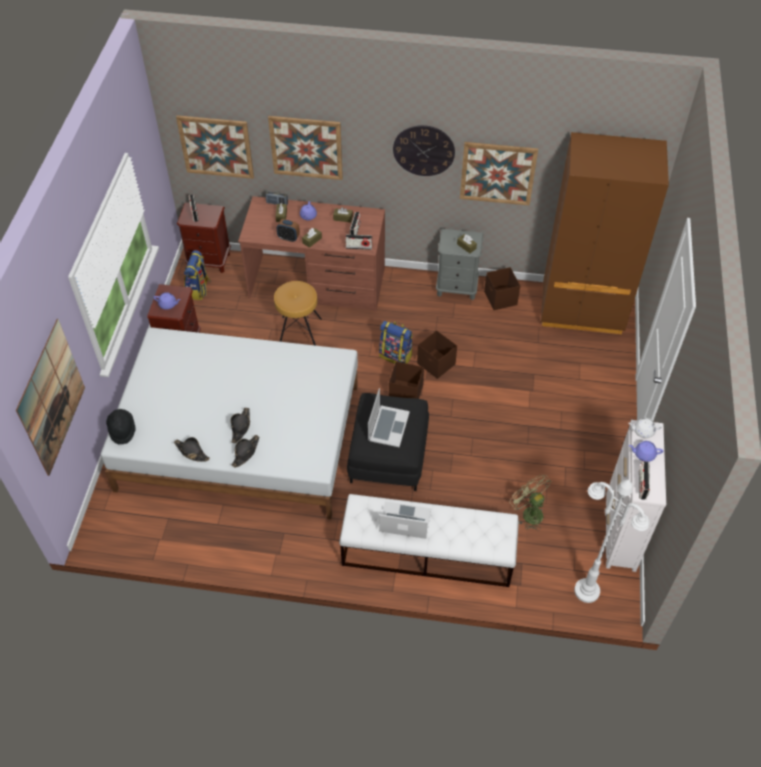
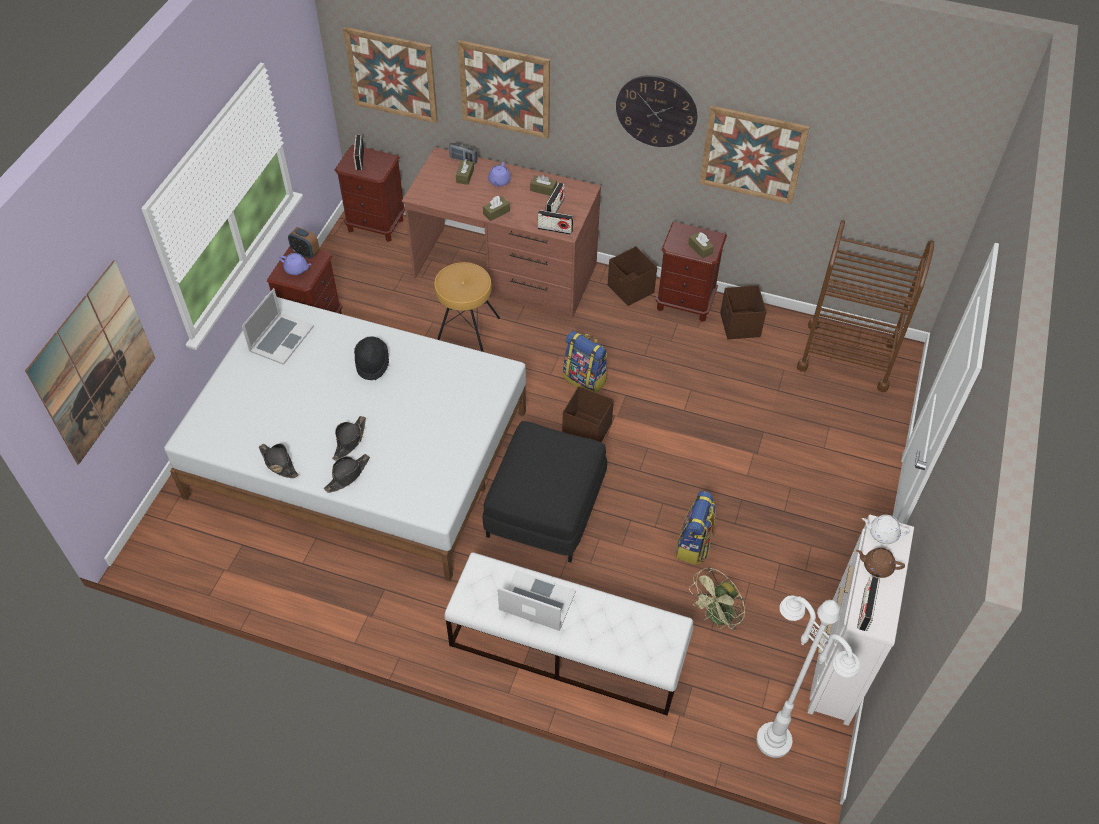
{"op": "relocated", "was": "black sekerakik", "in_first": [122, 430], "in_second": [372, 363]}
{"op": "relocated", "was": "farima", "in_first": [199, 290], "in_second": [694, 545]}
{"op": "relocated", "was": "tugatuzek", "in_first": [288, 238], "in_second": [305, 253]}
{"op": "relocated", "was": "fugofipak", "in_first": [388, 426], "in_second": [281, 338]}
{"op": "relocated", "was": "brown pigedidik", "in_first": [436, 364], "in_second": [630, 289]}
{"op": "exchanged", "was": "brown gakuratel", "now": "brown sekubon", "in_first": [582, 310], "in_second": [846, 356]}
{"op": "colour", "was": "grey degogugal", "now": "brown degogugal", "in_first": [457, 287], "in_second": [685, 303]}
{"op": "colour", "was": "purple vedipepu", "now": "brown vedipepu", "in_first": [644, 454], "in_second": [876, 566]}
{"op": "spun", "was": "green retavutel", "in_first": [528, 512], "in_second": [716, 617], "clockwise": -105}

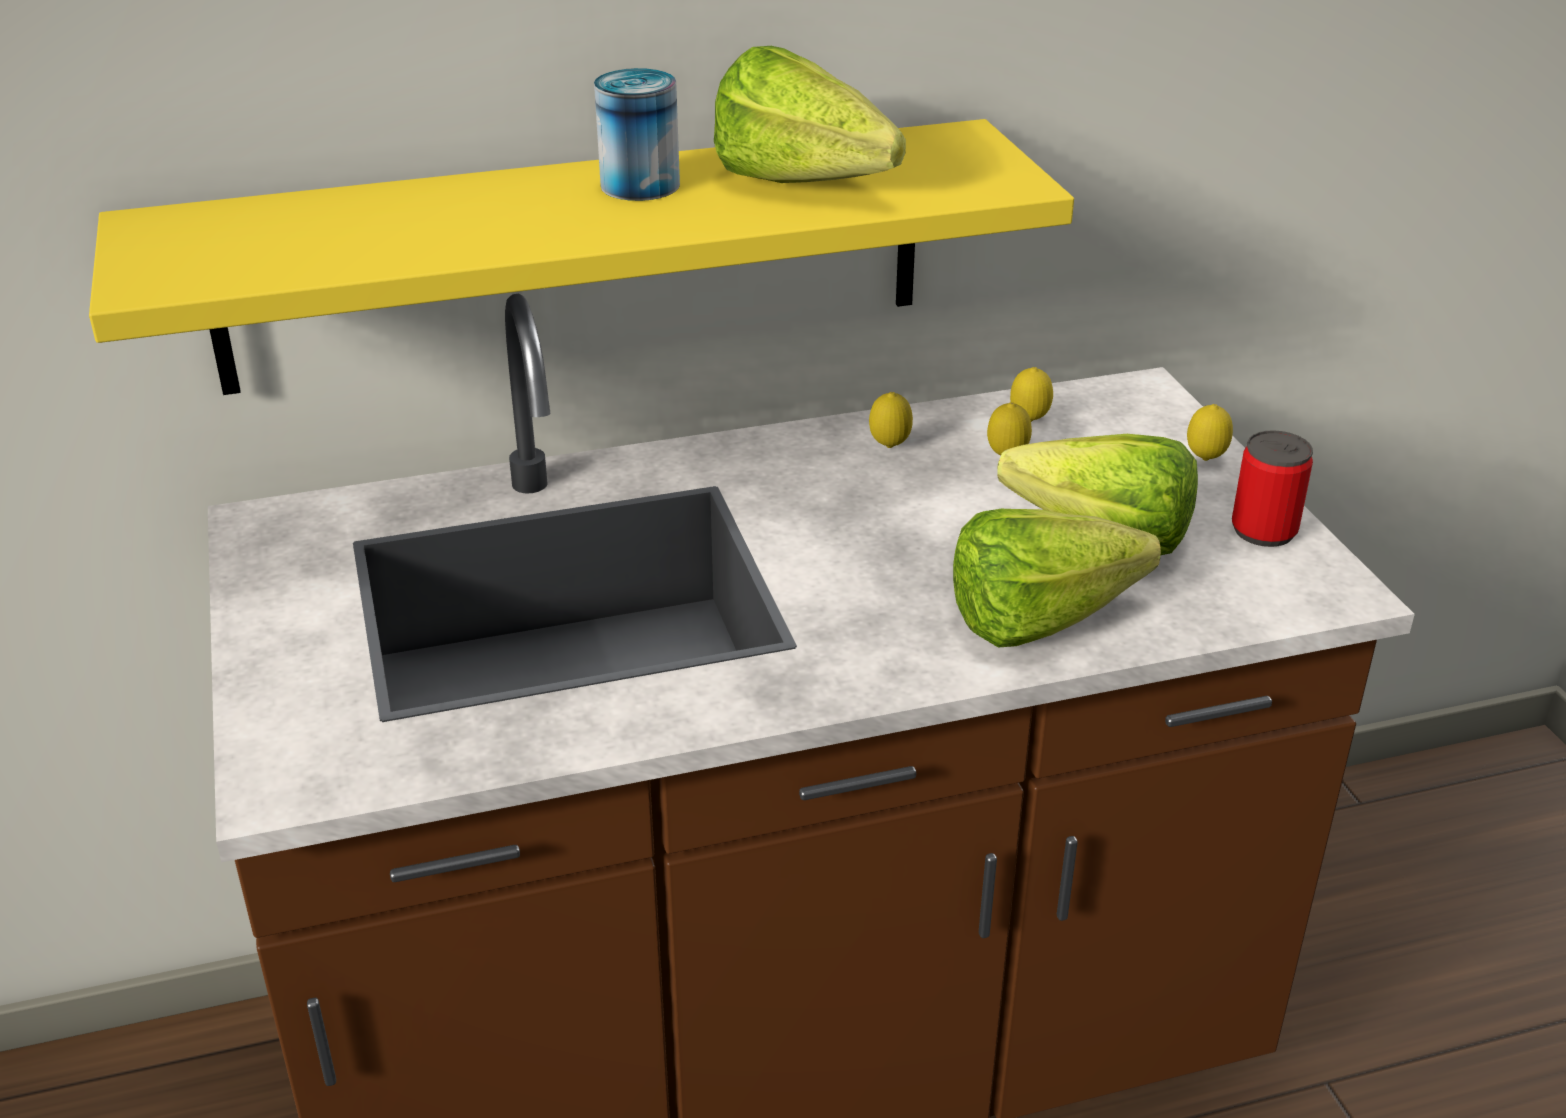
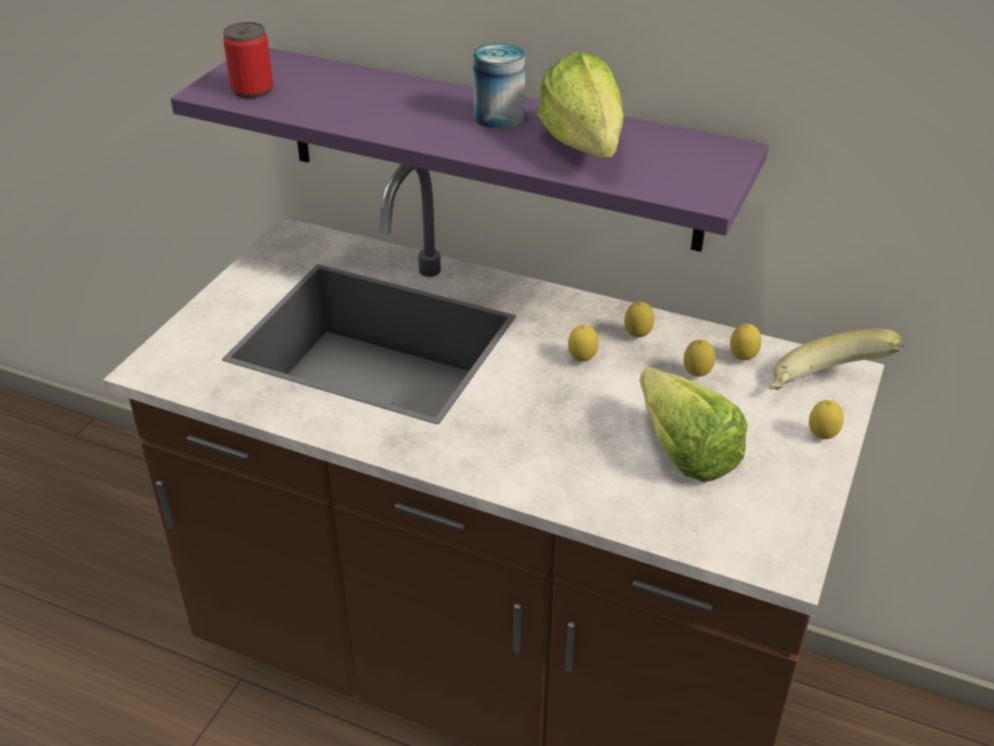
{"op": "missing", "was": "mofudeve", "in_first": [1057, 621]}
{"op": "appeared", "now": "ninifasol", "in_second": [582, 360]}
{"op": "appeared", "now": "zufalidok", "in_second": [825, 389]}
{"op": "relocated", "was": "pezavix", "in_first": [1263, 530], "in_second": [252, 90]}
{"op": "colour", "was": "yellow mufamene", "now": "purple mufamene", "in_first": [576, 256], "in_second": [489, 147]}

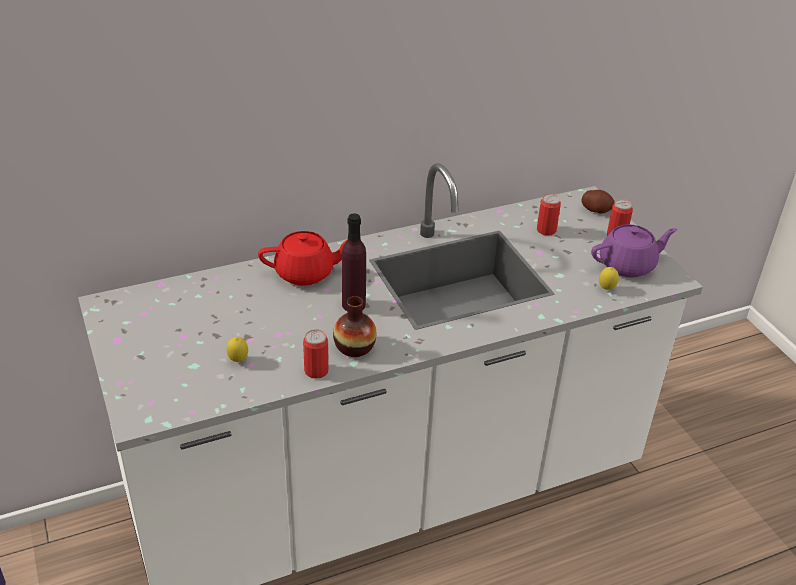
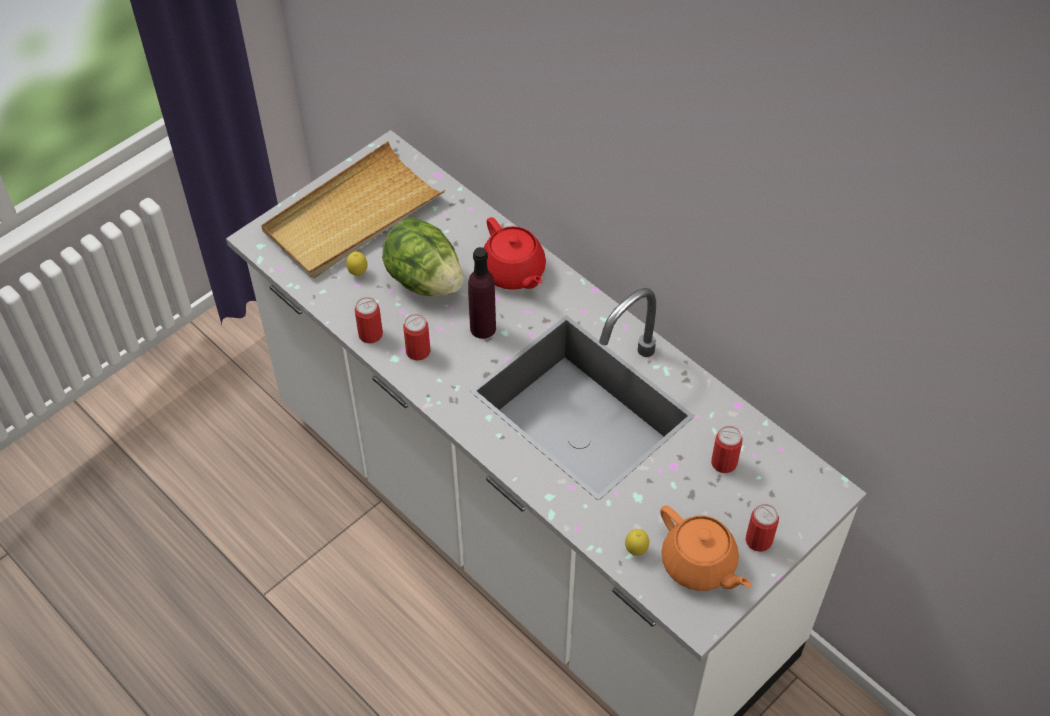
{"op": "missing", "was": "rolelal", "in_first": [596, 210]}
{"op": "appeared", "now": "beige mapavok", "in_second": [352, 216]}
{"op": "appeared", "now": "mofudeve", "in_second": [424, 281]}
{"op": "exchanged", "was": "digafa", "now": "pezavix", "in_first": [354, 347], "in_second": [418, 351]}
{"op": "colour", "was": "purple vedipepu", "now": "orange vedipepu", "in_first": [628, 265], "in_second": [699, 565]}

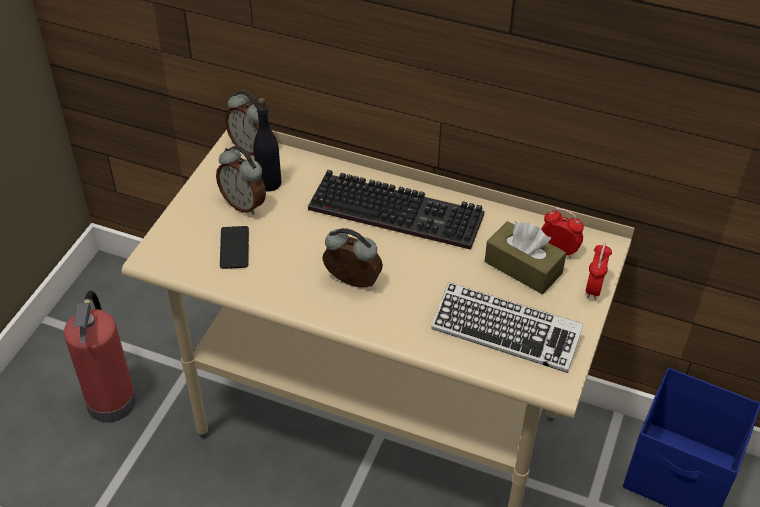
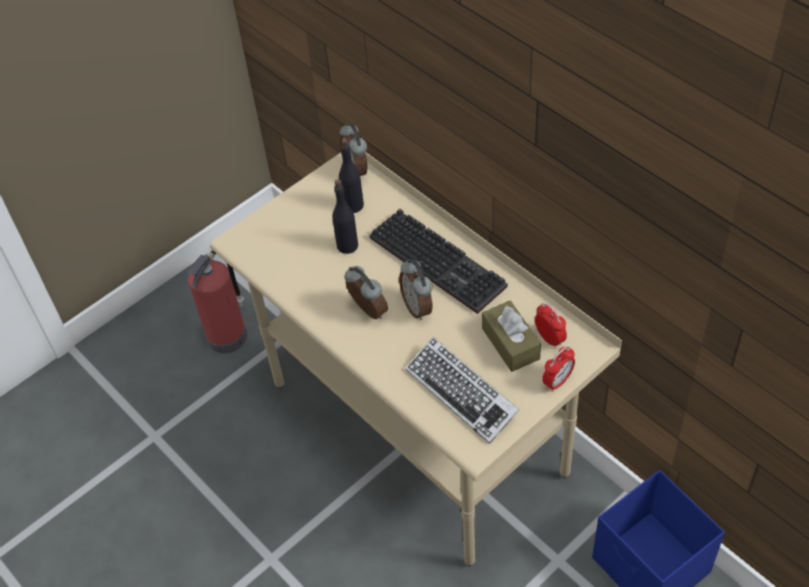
{"op": "missing", "was": "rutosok", "in_first": [234, 248]}
{"op": "appeared", "now": "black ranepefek", "in_second": [347, 245]}
{"op": "relocated", "was": "tugatuzek", "in_first": [244, 204], "in_second": [418, 307]}

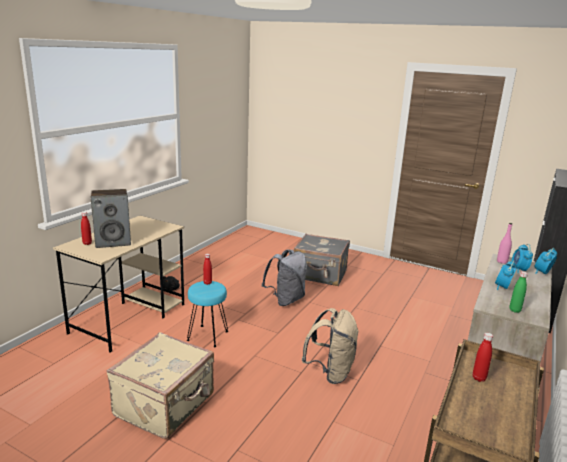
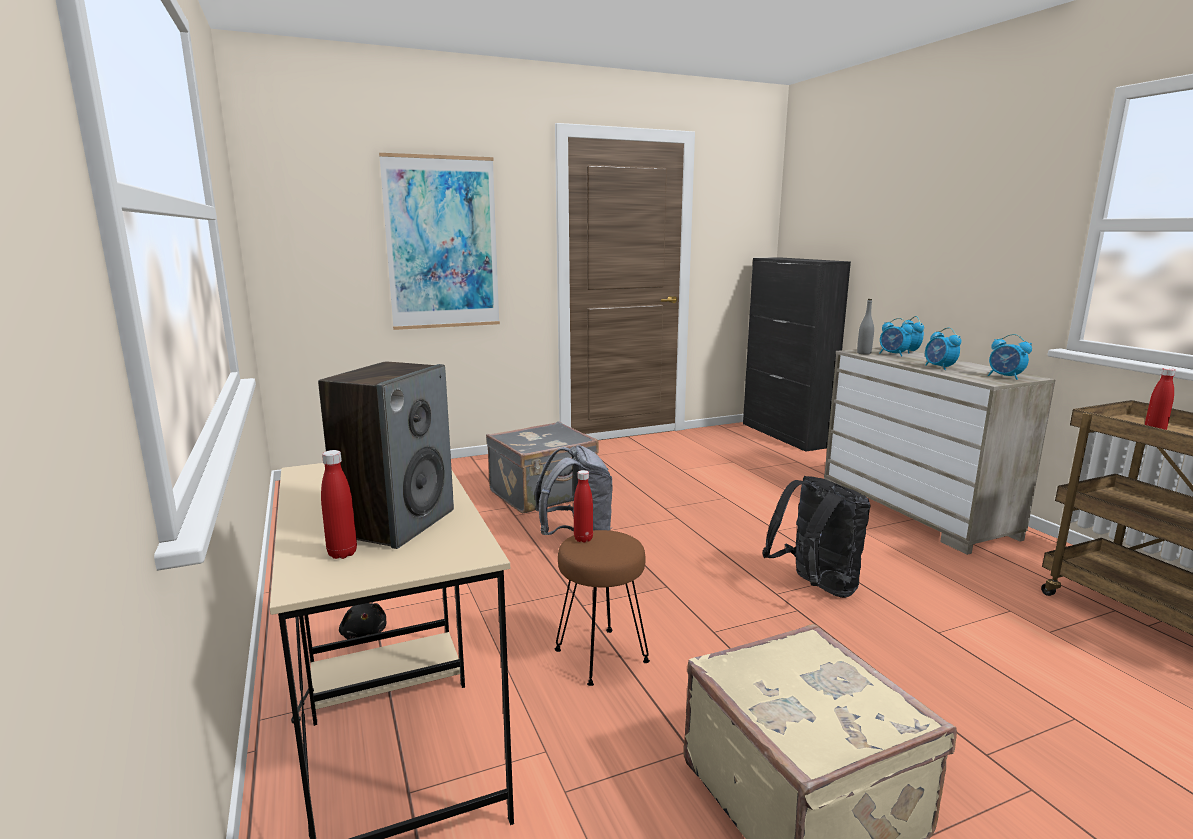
{"op": "appeared", "now": "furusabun", "in_second": [442, 243]}
{"op": "exchanged", "was": "green ranepefek", "now": "tugatuzek", "in_first": [514, 310], "in_second": [1005, 377]}
{"op": "colour", "was": "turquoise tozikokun", "now": "brown tozikokun", "in_first": [207, 336], "in_second": [601, 657]}
{"op": "colour", "was": "beige farima", "now": "black farima", "in_first": [330, 372], "in_second": [815, 587]}
{"op": "colour", "was": "pink ranepefek", "now": "grey ranepefek", "in_first": [502, 261], "in_second": [864, 353]}

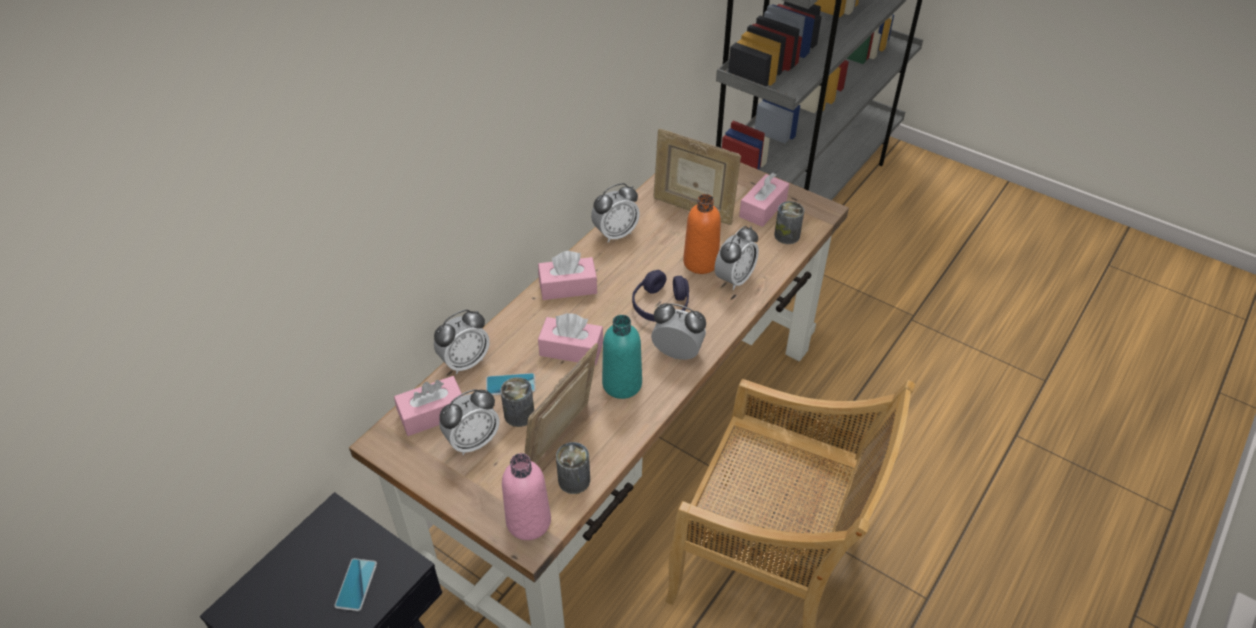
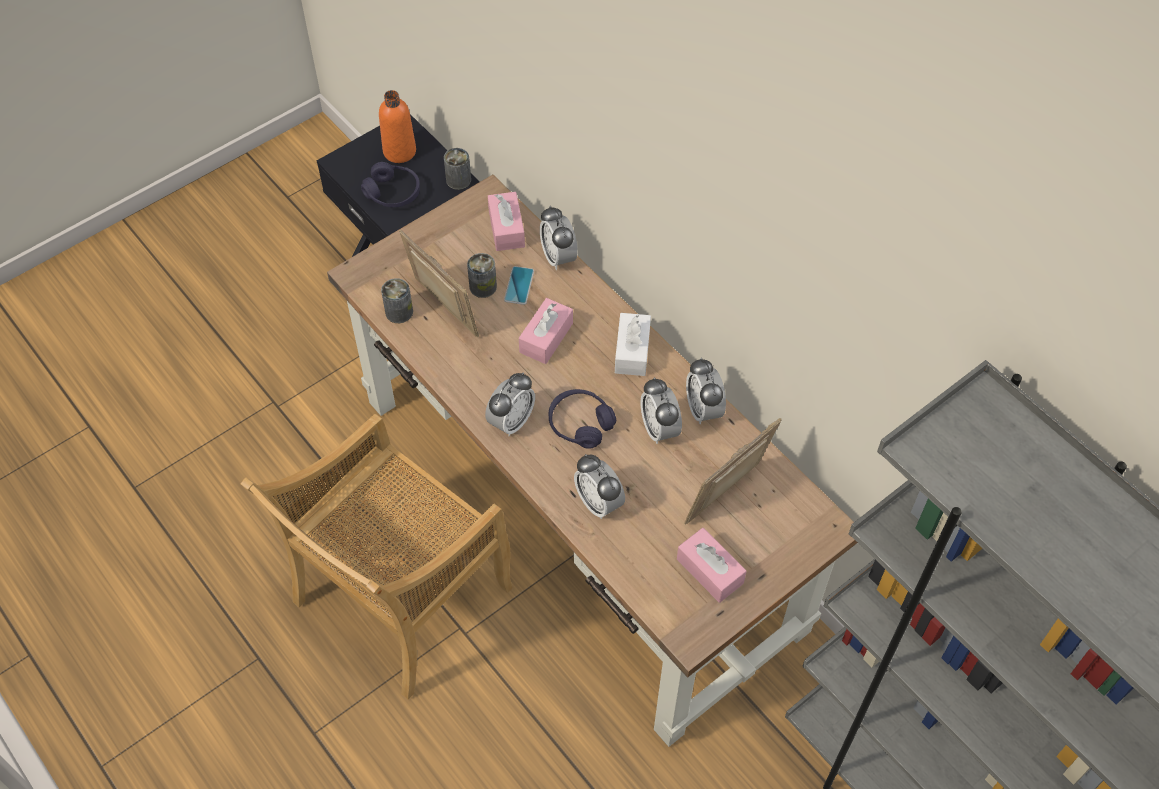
{"op": "missing", "was": "pink ranepefek", "in_first": [528, 521]}
{"op": "missing", "was": "turquoise ranepefek", "in_first": [622, 384]}
{"op": "relocated", "was": "tugatuzek", "in_first": [473, 441], "in_second": [659, 429]}
{"op": "relocated", "was": "orange ranepefek", "in_first": [700, 262], "in_second": [399, 151]}
{"op": "relocated", "was": "pezavix", "in_first": [787, 235], "in_second": [458, 180]}
{"op": "exchanged", "was": "rutosok", "now": "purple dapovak", "in_first": [356, 585], "in_second": [393, 193]}
{"op": "colour", "was": "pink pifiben", "now": "white pifiben", "in_first": [568, 287], "in_second": [632, 351]}

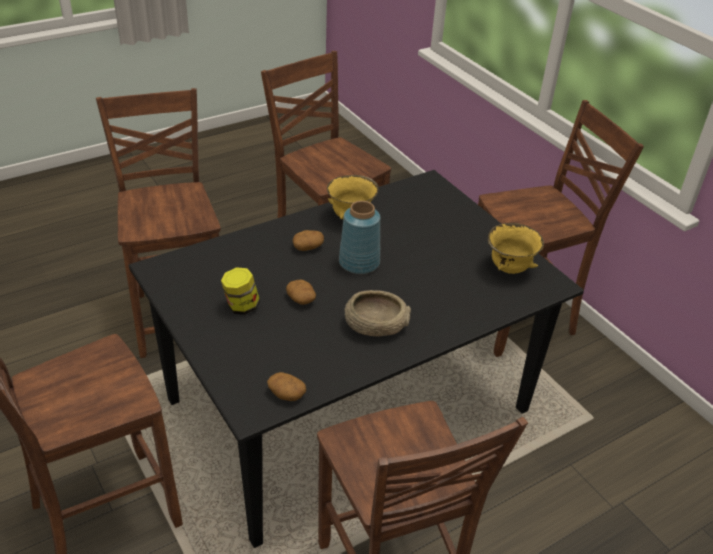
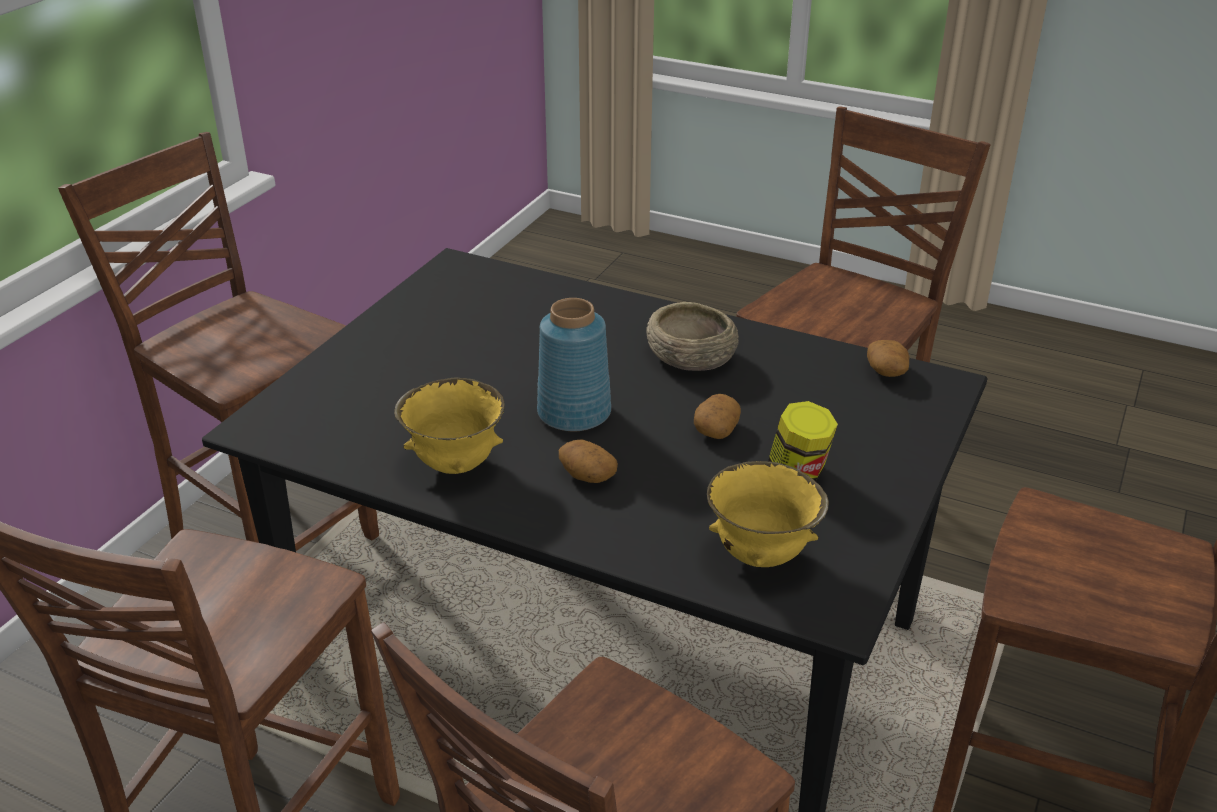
{"op": "relocated", "was": "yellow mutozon", "in_first": [509, 268], "in_second": [760, 557]}

